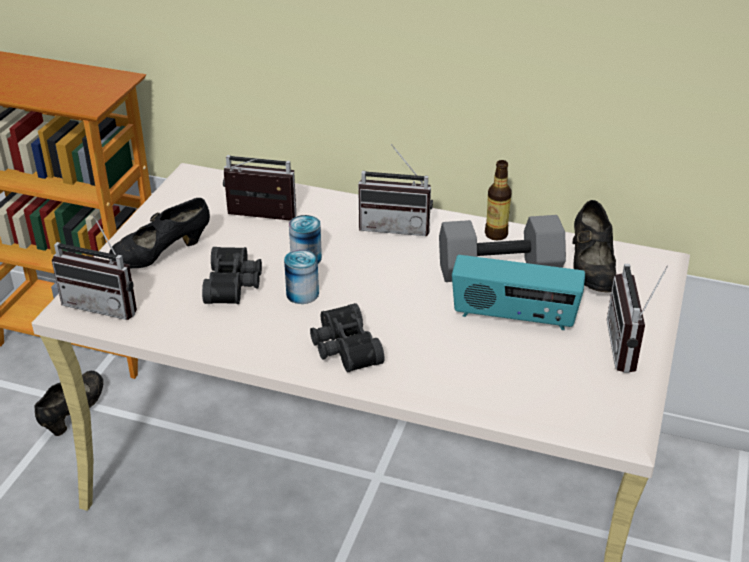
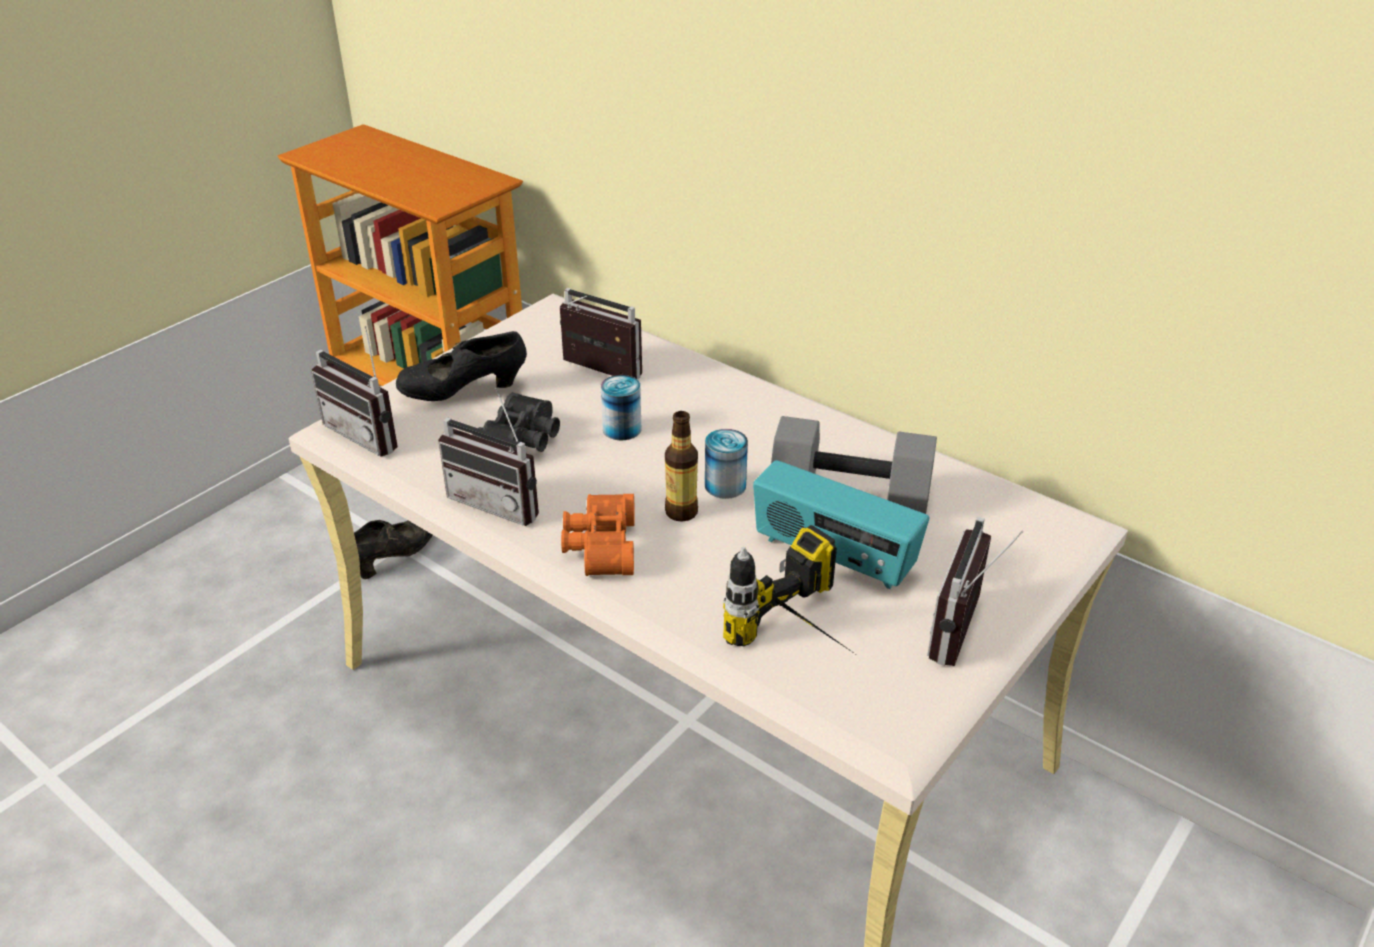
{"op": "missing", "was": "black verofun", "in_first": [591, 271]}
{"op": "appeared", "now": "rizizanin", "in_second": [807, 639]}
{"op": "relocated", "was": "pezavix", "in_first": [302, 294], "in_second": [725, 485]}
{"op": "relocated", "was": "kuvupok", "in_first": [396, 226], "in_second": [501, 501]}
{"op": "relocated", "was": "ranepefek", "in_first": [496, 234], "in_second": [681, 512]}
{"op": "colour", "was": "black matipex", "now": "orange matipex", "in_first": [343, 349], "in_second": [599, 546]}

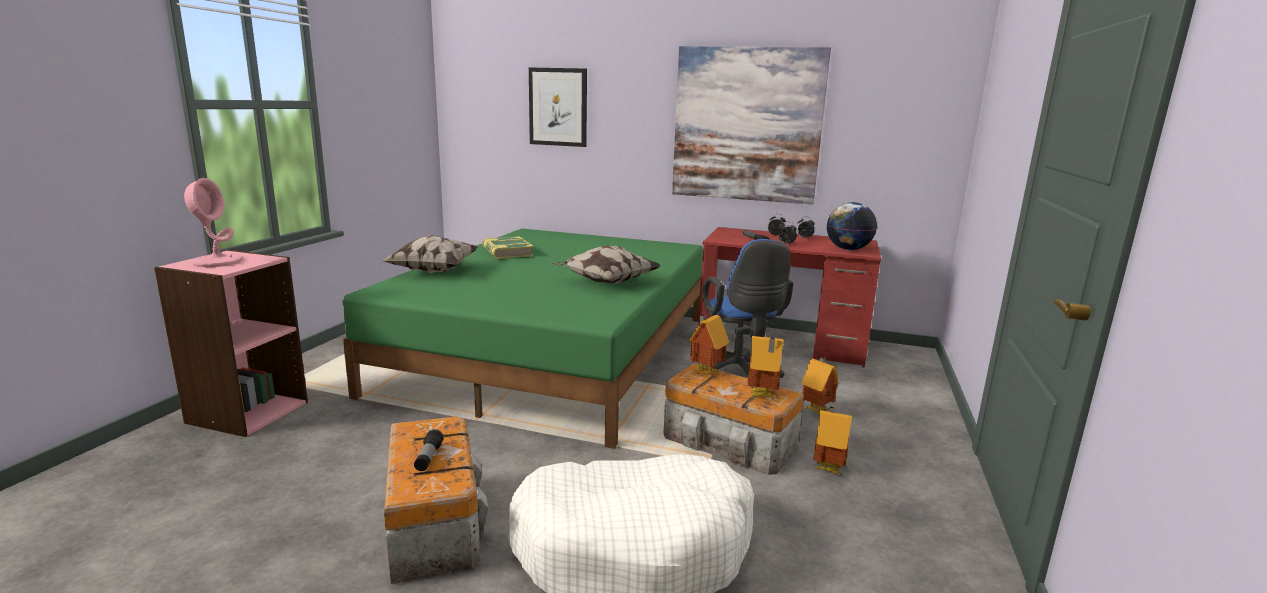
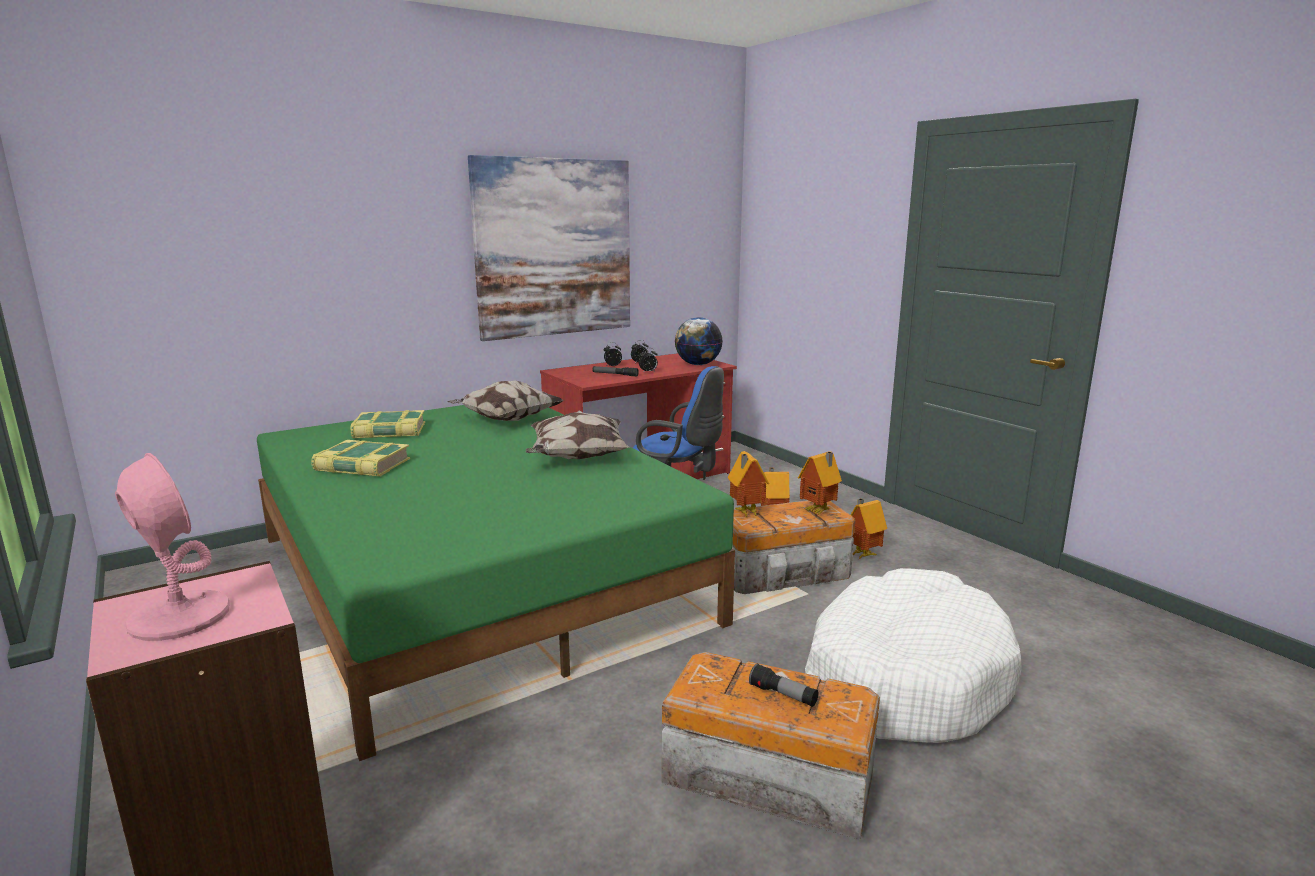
{"op": "missing", "was": "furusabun", "in_first": [558, 107]}
{"op": "appeared", "now": "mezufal", "in_second": [389, 431]}
{"op": "relocated", "was": "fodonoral", "in_first": [433, 271], "in_second": [506, 420]}

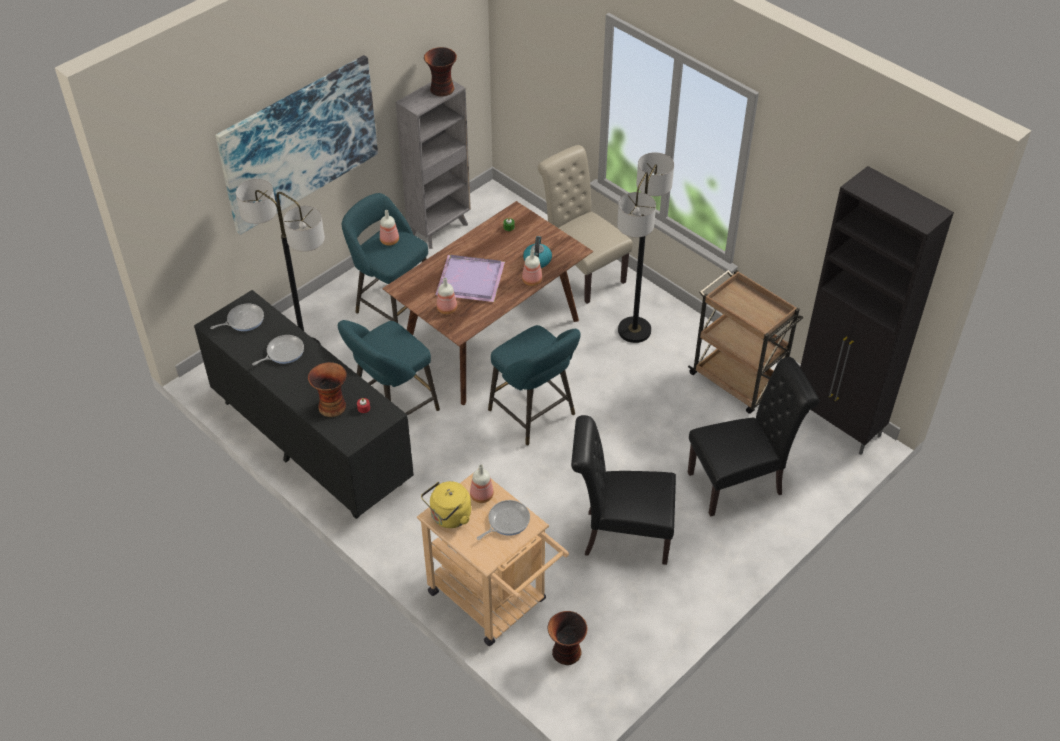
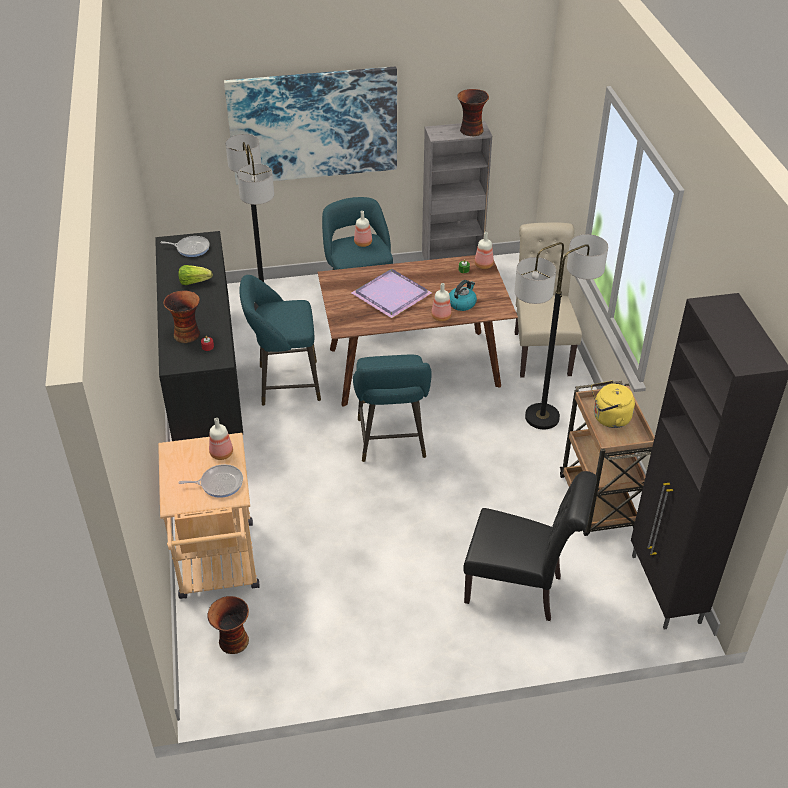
{"op": "missing", "was": "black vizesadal", "in_first": [620, 535]}
{"op": "relocated", "was": "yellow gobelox", "in_first": [449, 517], "in_second": [609, 418]}
{"op": "relocated", "was": "ranepefek", "in_first": [446, 308], "in_second": [483, 264]}
{"op": "exchanged", "was": "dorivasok", "now": "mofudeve", "in_first": [283, 352], "in_second": [194, 282]}

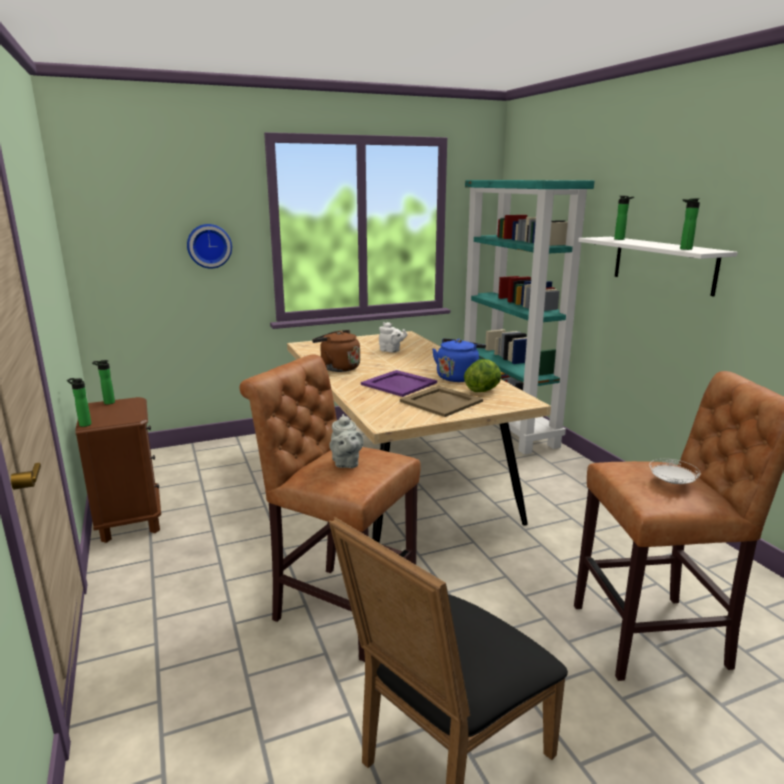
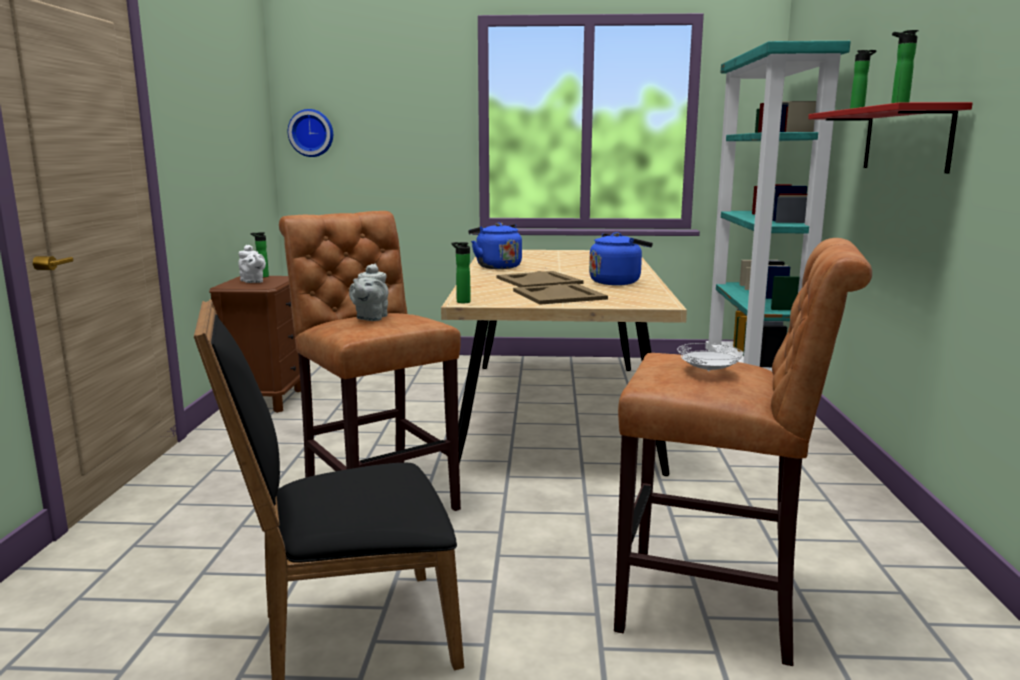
{"op": "missing", "was": "mofudeve", "in_first": [483, 390]}
{"op": "relocated", "was": "ranepefek", "in_first": [83, 424], "in_second": [462, 301]}
{"op": "relocated", "was": "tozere", "in_first": [209, 246], "in_second": [311, 133]}
{"op": "relocated", "was": "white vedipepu", "in_first": [391, 351], "in_second": [252, 282]}
{"op": "colour", "was": "brown gobelox", "now": "blue gobelox", "in_first": [337, 368], "in_second": [496, 267]}
{"op": "colour", "was": "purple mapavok", "now": "beige mapavok", "in_first": [399, 383], "in_second": [539, 280]}
{"op": "colour", "was": "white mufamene", "now": "red mufamene", "in_first": [663, 264], "in_second": [906, 139]}

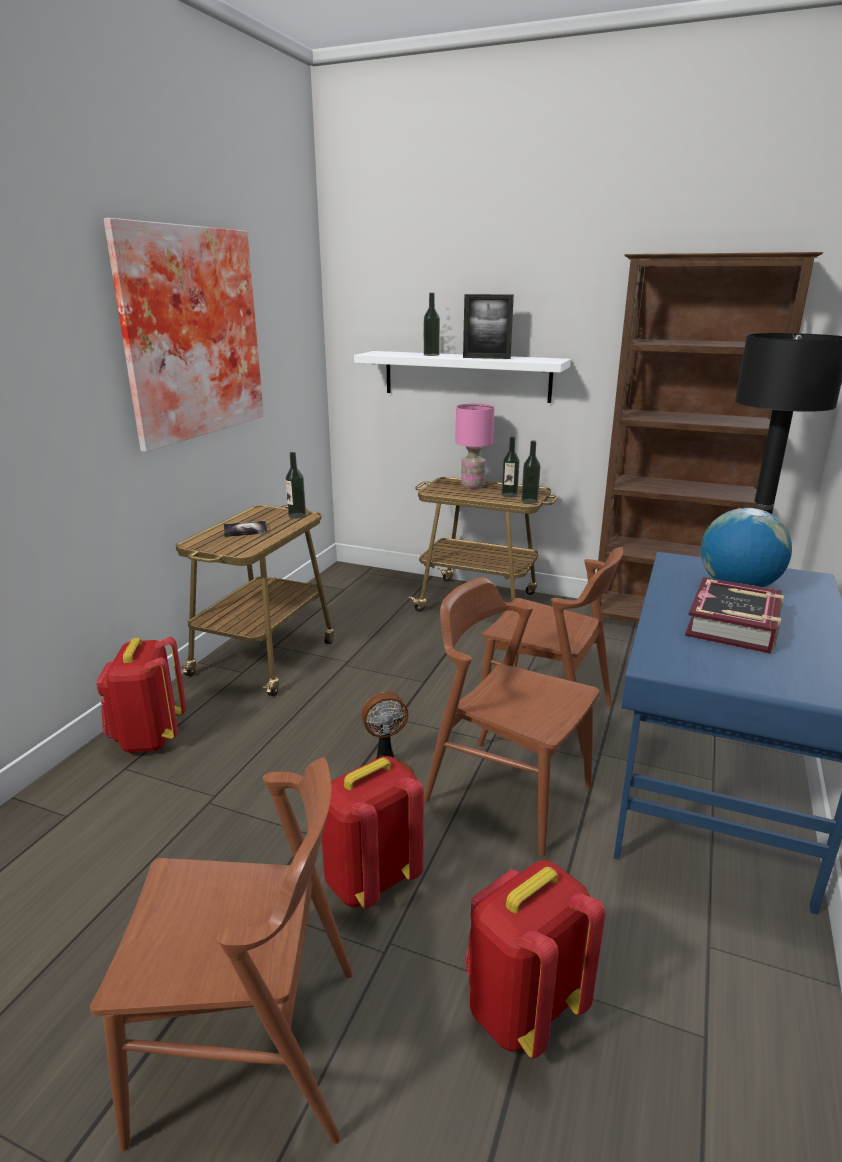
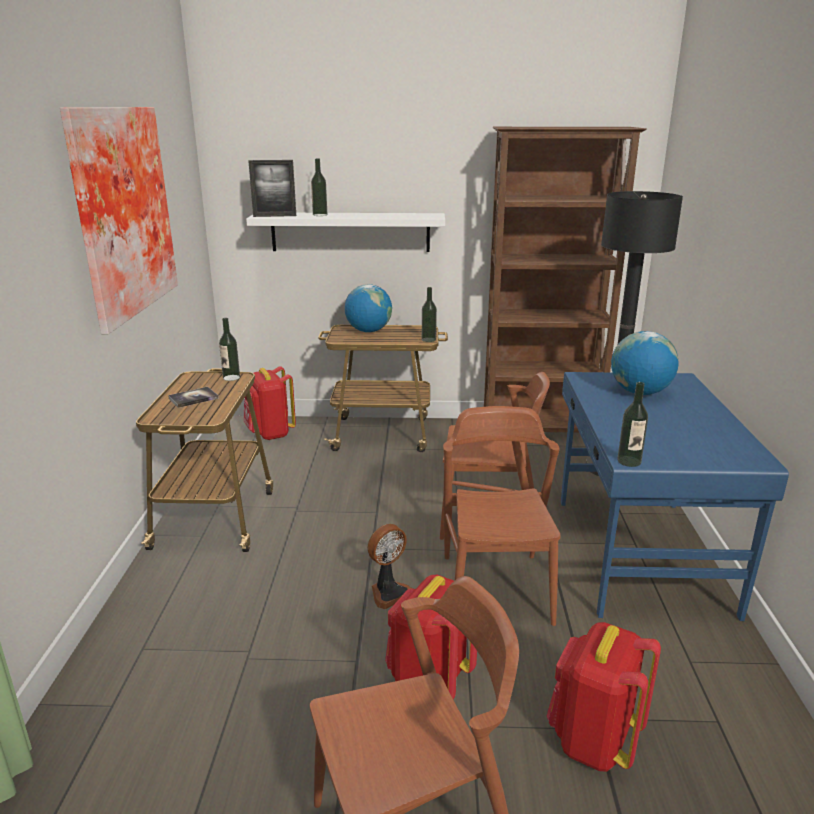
{"op": "missing", "was": "mezufal", "in_first": [733, 625]}
{"op": "relocated", "was": "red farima", "in_first": [148, 738], "in_second": [270, 434]}
{"op": "relocated", "was": "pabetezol", "in_first": [486, 358], "in_second": [274, 216]}
{"op": "relocated", "was": "ranepefek", "in_first": [509, 495], "in_second": [629, 461]}
{"op": "exchanged", "was": "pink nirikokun", "now": "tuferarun", "in_first": [472, 486], "in_second": [368, 331]}
{"op": "spun", "was": "brown vizesadal", "in_first": [507, 793], "in_second": [496, 588], "clockwise": 75}

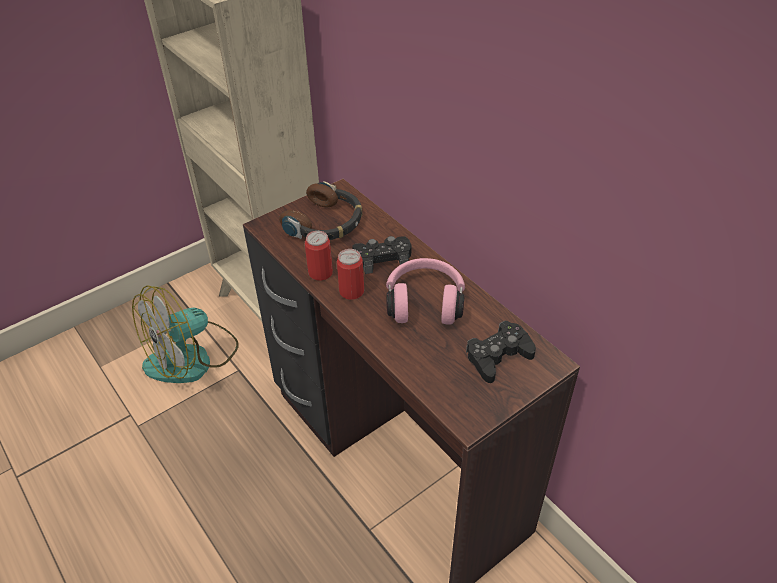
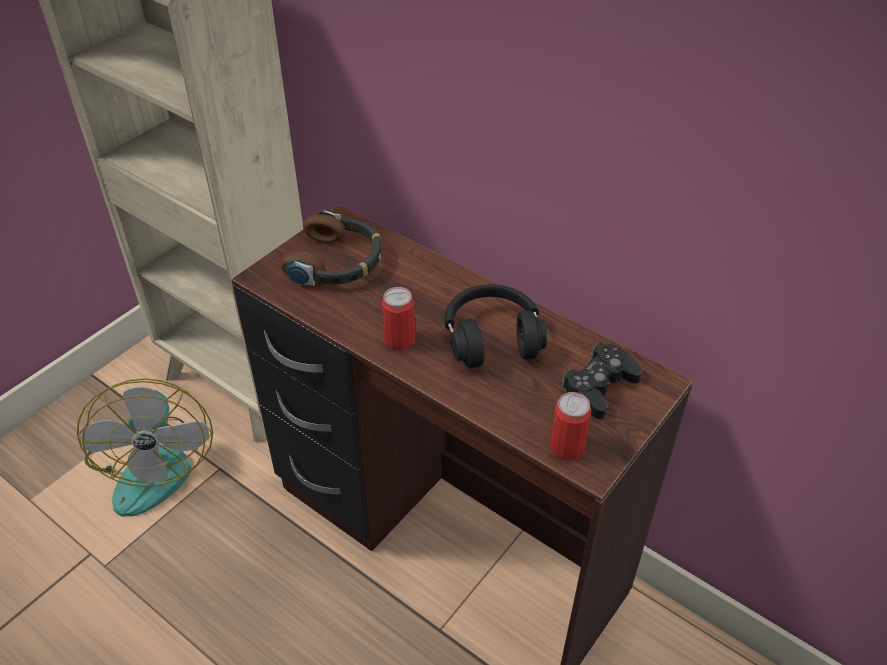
{"op": "missing", "was": "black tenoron", "in_first": [382, 258]}
{"op": "relocated", "was": "pezavix", "in_first": [320, 273], "in_second": [567, 447]}
{"op": "colour", "was": "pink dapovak", "now": "black dapovak", "in_first": [425, 302], "in_second": [491, 337]}
{"op": "spun", "was": "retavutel", "in_first": [192, 358], "in_second": [153, 464], "clockwise": -45}

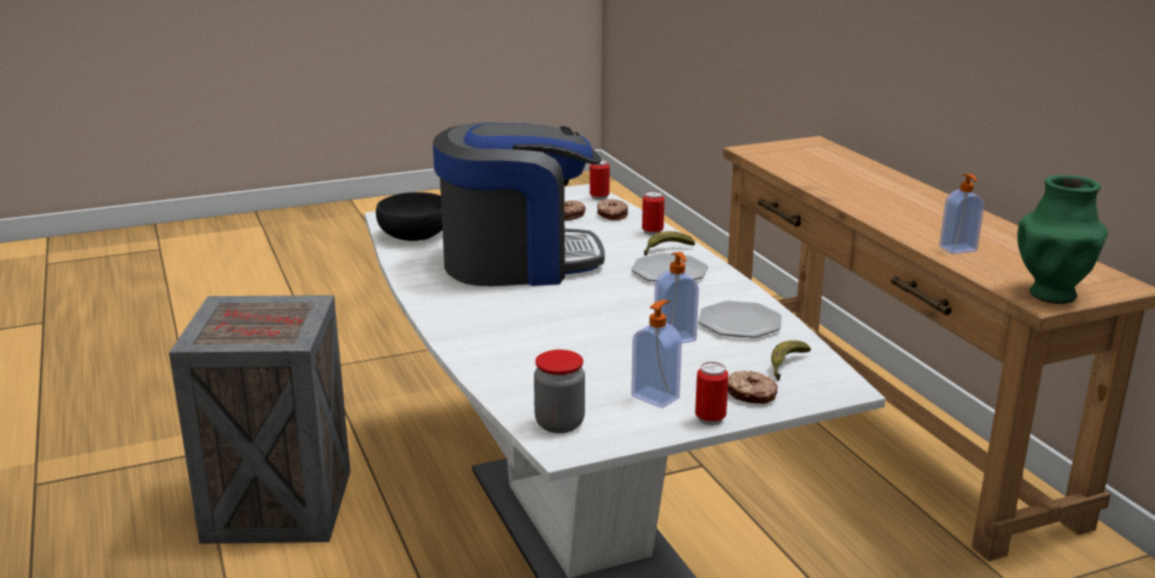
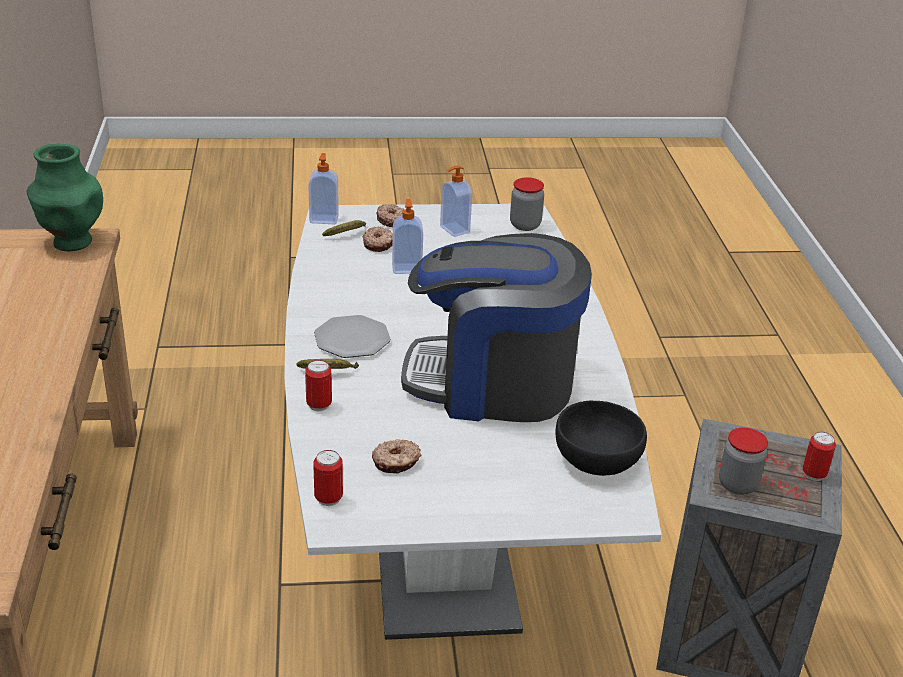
{"op": "missing", "was": "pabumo", "in_first": [739, 323]}
{"op": "appeared", "now": "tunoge", "in_second": [737, 485]}
{"op": "relocated", "was": "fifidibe", "in_first": [612, 215], "in_second": [378, 244]}
{"op": "relocated", "was": "pezavix", "in_first": [710, 419], "in_second": [814, 474]}
{"op": "relocated", "was": "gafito", "in_first": [958, 249], "in_second": [324, 219]}

